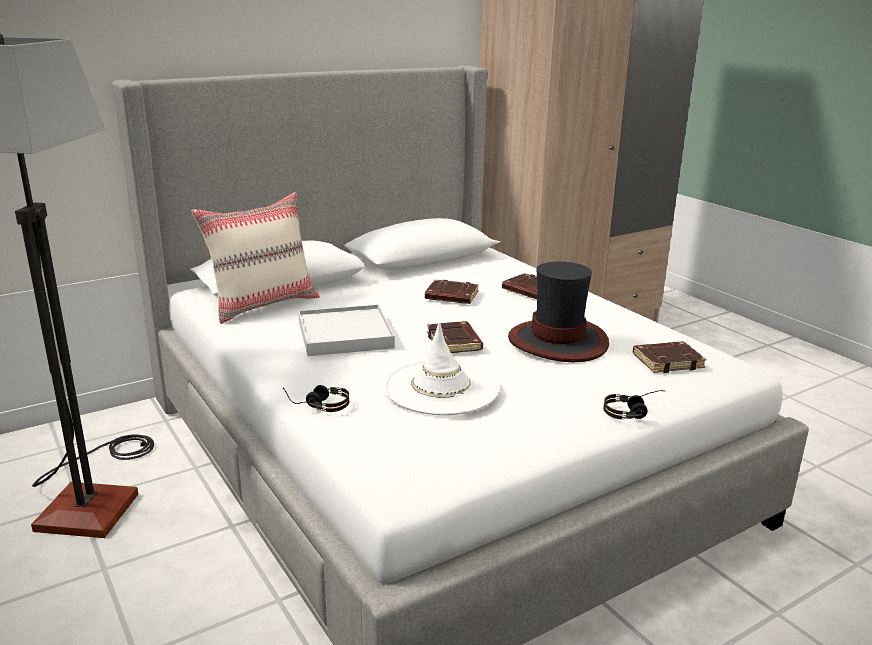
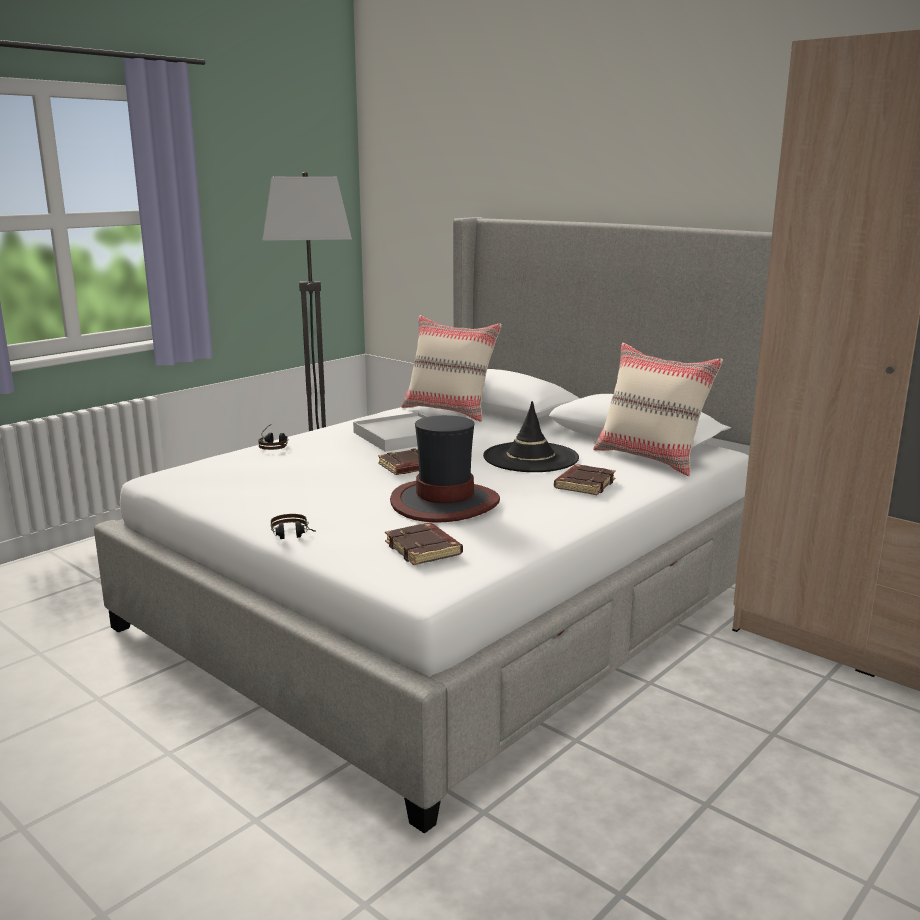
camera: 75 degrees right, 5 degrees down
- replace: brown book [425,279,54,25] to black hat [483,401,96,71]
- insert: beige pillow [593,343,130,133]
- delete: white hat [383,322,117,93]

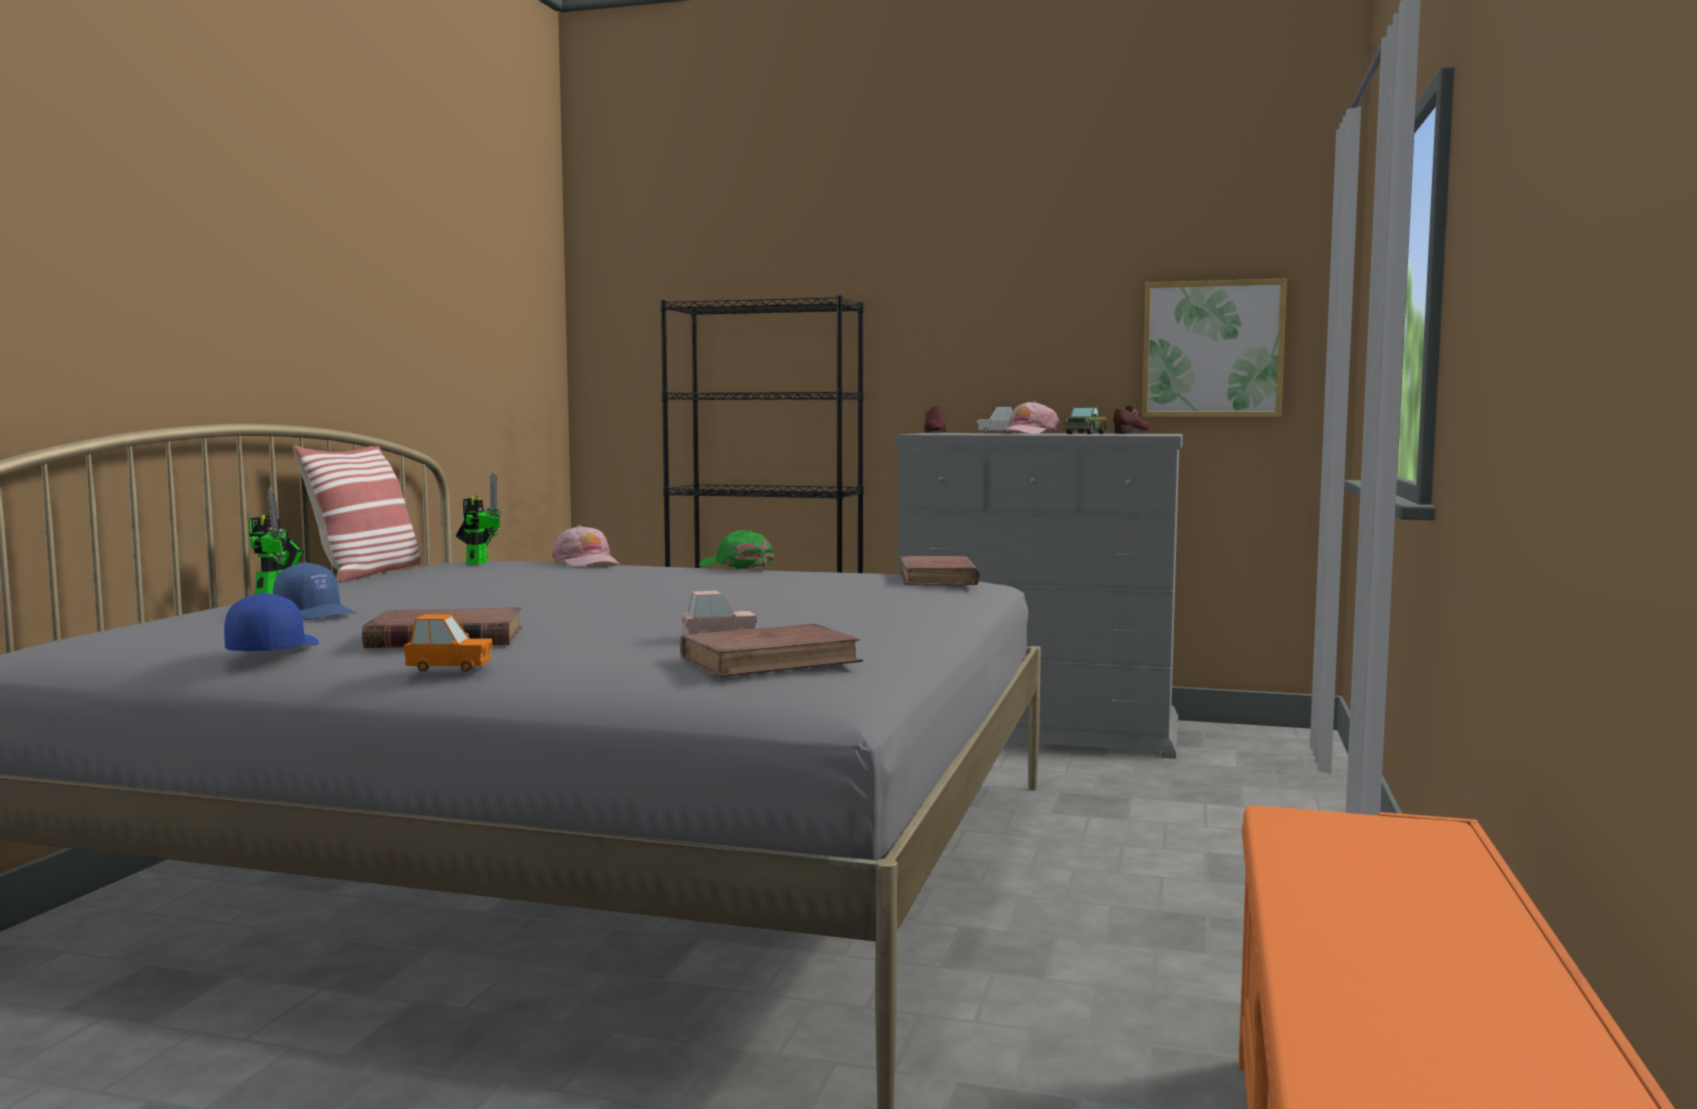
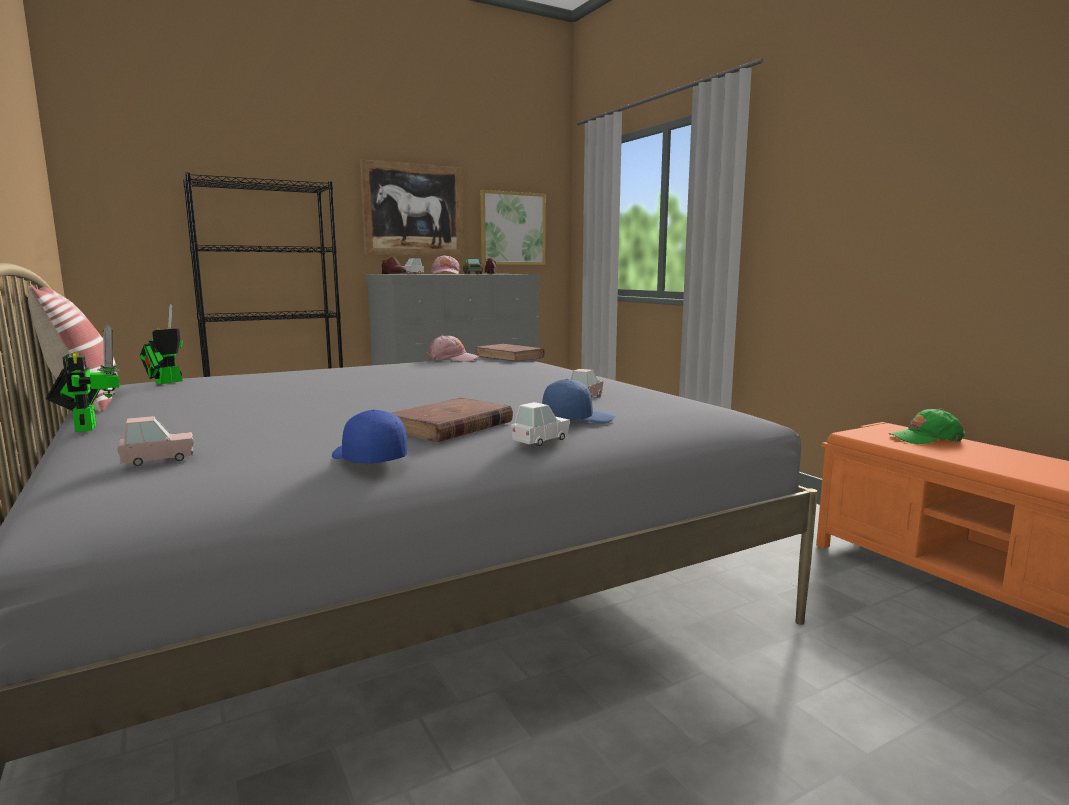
camera: 45 degrees left, 5 degrees up
- insert: pink toy car [117,416,77,50]
- rotate: toy robot [456,472,46,93] = [140,304,43,80] 105 degrees counterclockwise
- insert: picture [360,159,104,97]
- move: pink cap [552,525,68,42] to [427,335,53,27]
- recolor: orange toy car [404,615,89,56] to white toy car [511,402,59,44]
- move: blue cap [273,562,83,58] to [542,379,73,45]
- move: green cap [699,530,75,39] to [889,409,76,35]
- delete: brown book [680,624,183,54]

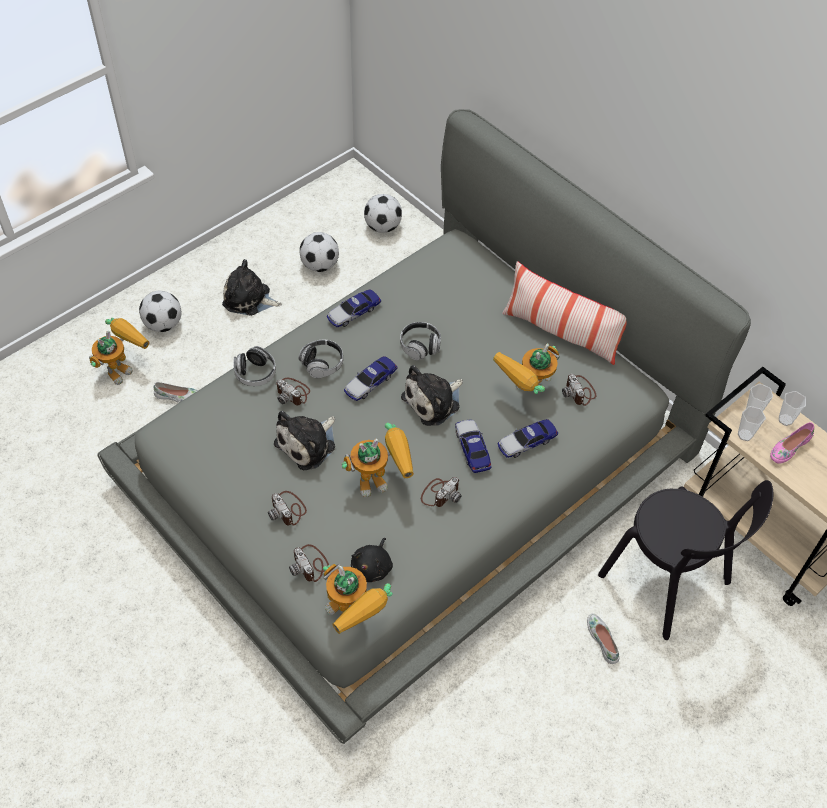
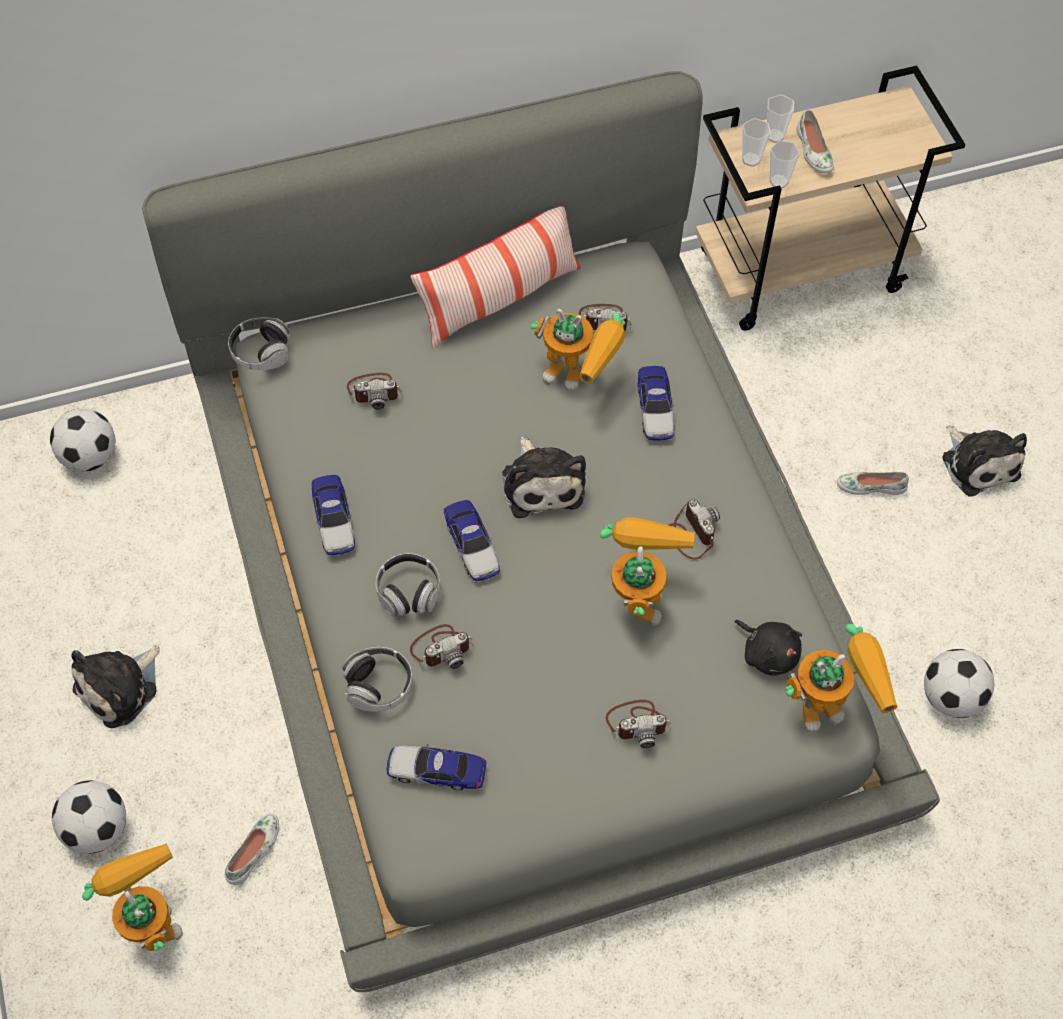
camera: 65 degrees left, 5 degrees up
- move: headphones [400,322,41,39] to [228,317,62,53]
- move: photo camera [289,544,40,38] to [347,373,55,37]
- move: toy car [455,420,36,53] to [387,744,99,46]
- rotate: toy robot [493,343,67,51] = [530,309,95,83] 45 degrees counterclockwise
- recolor: pink shoe [770,422,44,42] to white shoe [796,110,38,63]
- move: football [299,232,40,40] to [924,649,70,69]
- move: plush toy [274,411,61,59] to [942,425,85,72]
- delete: black chair [598,480,175,160]

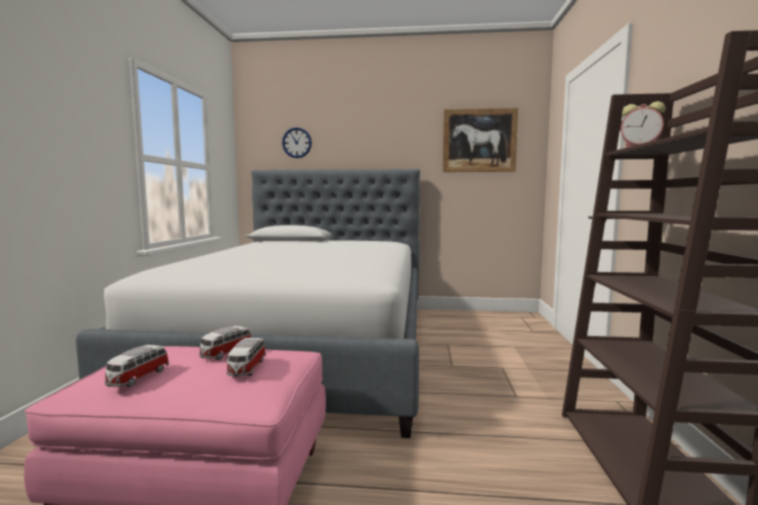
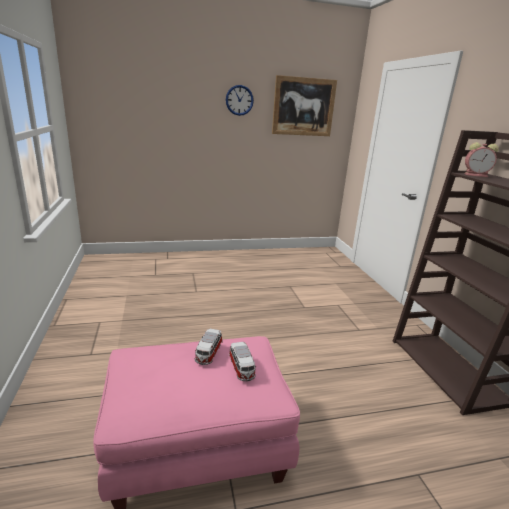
camera: 20 degrees left, 15 degrees up
- move: wall clock [282,127,30,31] to [226,85,28,31]
- delete: bed [76,169,344,269]
- delete: toy car [105,345,64,42]

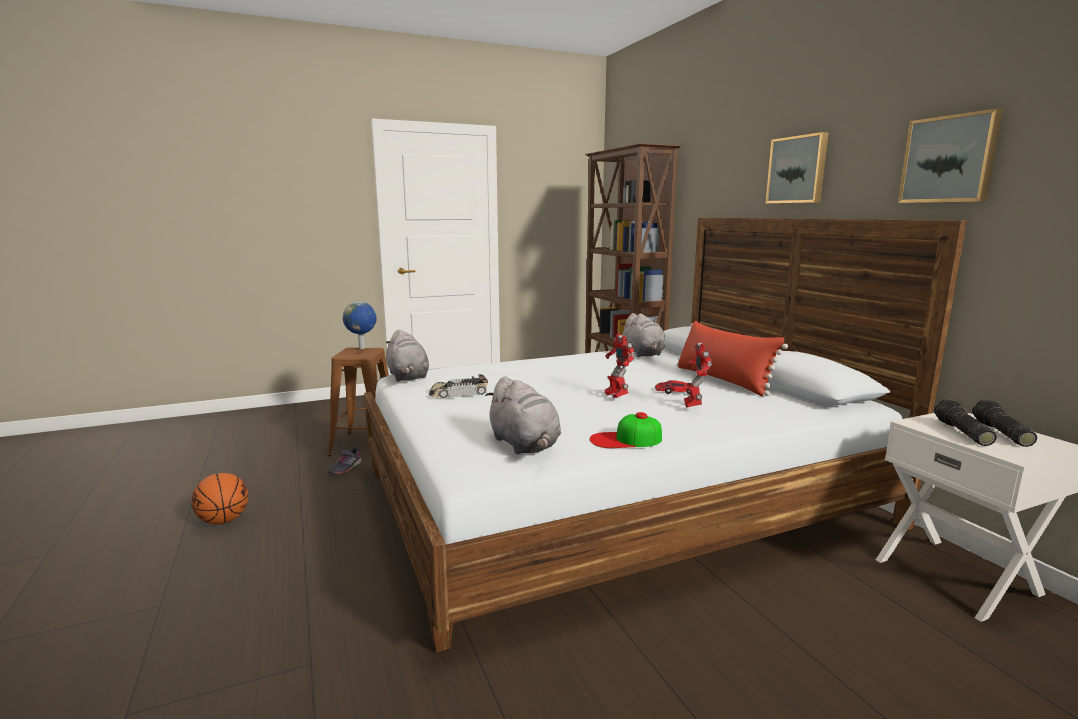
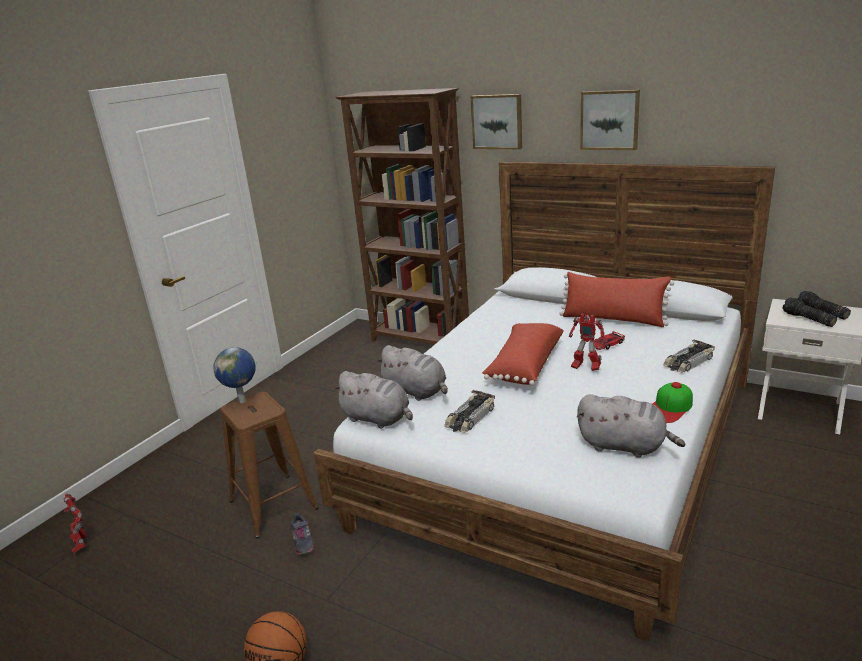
camera: 35 degrees left, 10 degrees up
- move: toy robot [684,341,28,66] to [64,494,22,59]
- move: grey plush toy [621,313,45,44] to [375,345,73,56]
- move: picture [898,109,105,94] to [471,94,51,55]
- insert: red pillow [482,323,82,63]
- insert: toy car [663,339,52,34]

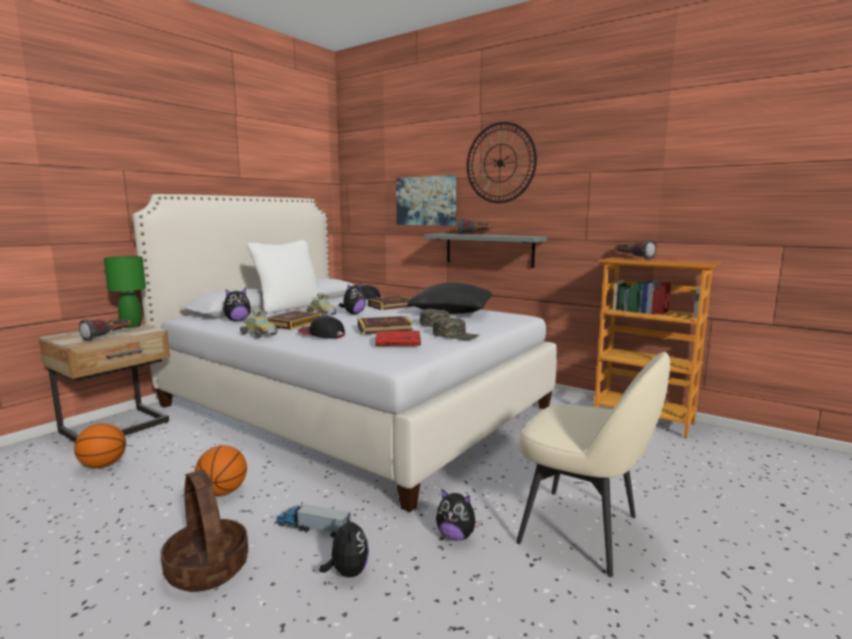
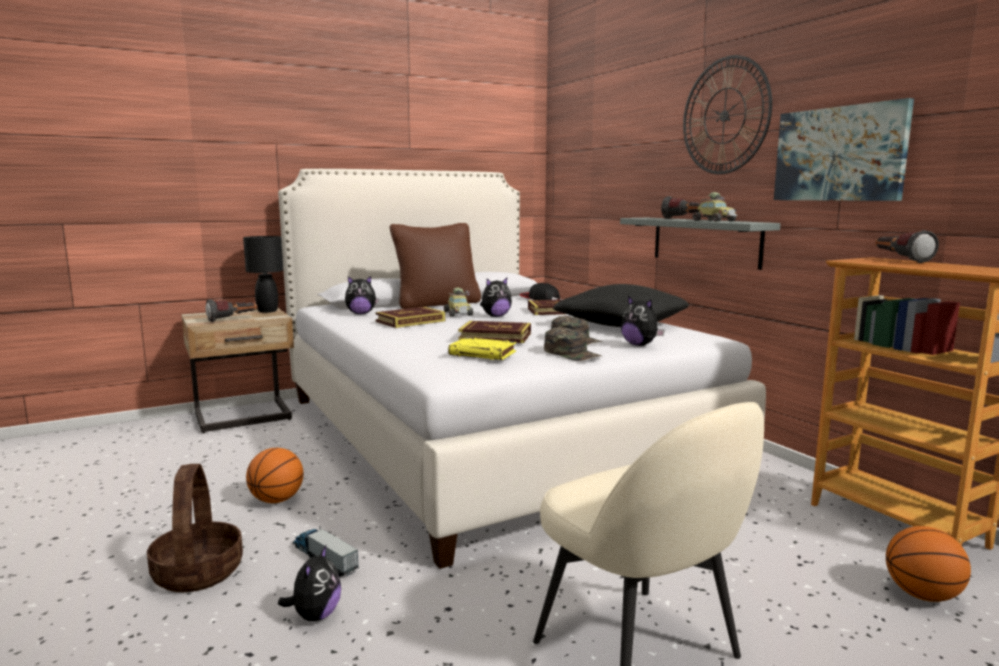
camera: 25 degrees right, 0 degrees up
- recolor: green table lamp [104,256,42,72] to black table lamp [243,236,40,77]
- recolor: white pillow [247,240,75,74] to brown pillow [390,223,91,86]
- recolor: red book [375,330,46,16] to yellow book [448,337,68,23]
- move: plush toy [436,489,46,52] to [621,296,44,50]
- move: toy car [240,309,37,29] to [692,192,46,30]
- move: picture [396,175,60,51] to [774,98,140,103]
- move: basketball [74,423,52,45] to [886,526,85,76]
- delete: cap [298,316,47,23]

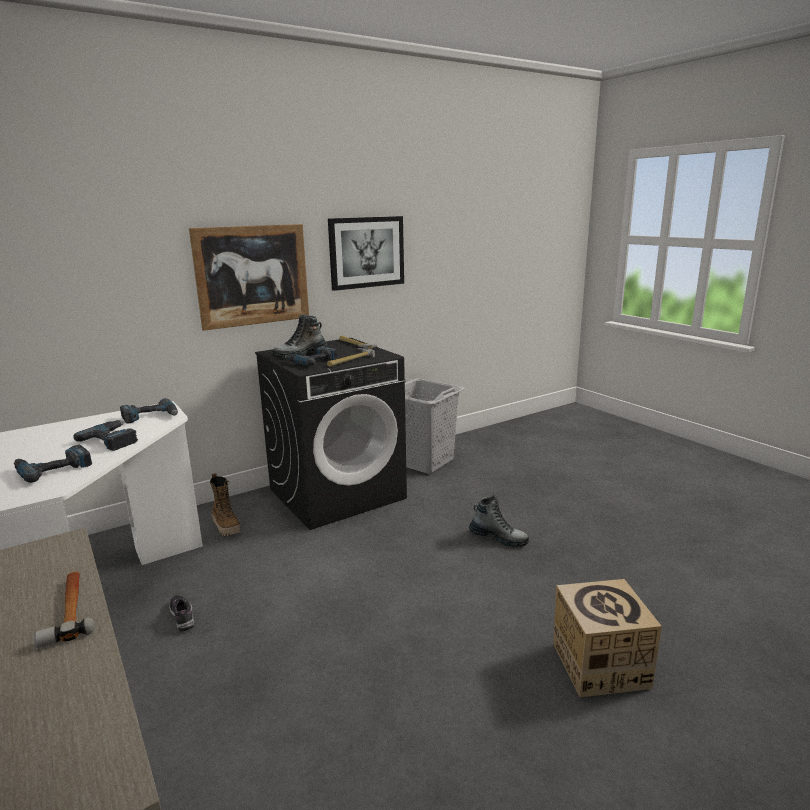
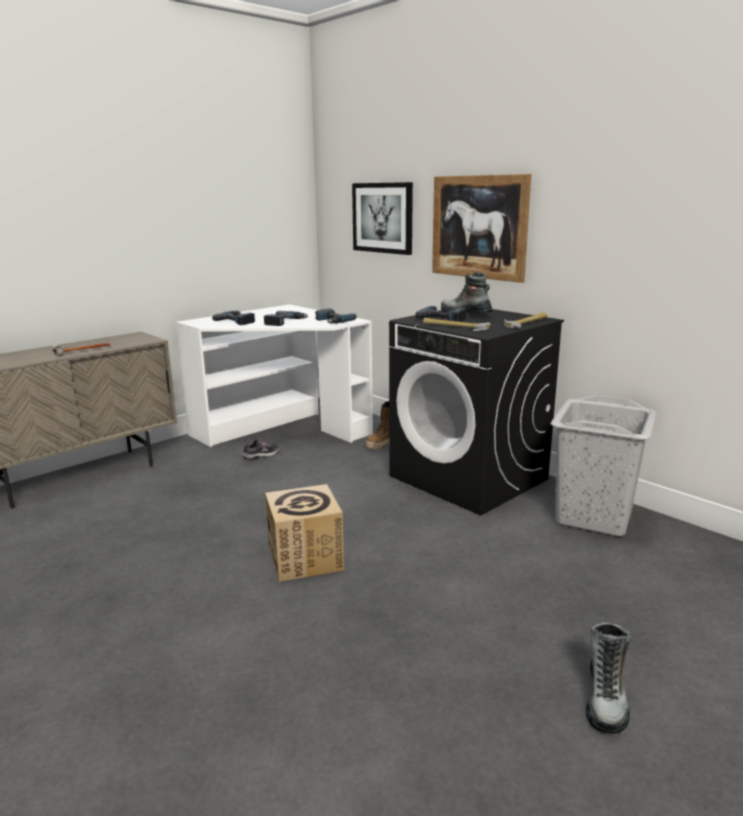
camera: 80 degrees right, 0 degrees up
- move: cardboard box [553,579,109,119] to [265,484,79,98]
- move: picture [328,216,76,75] to [352,182,61,73]
- move: boot [469,495,60,53] to [586,622,45,112]

